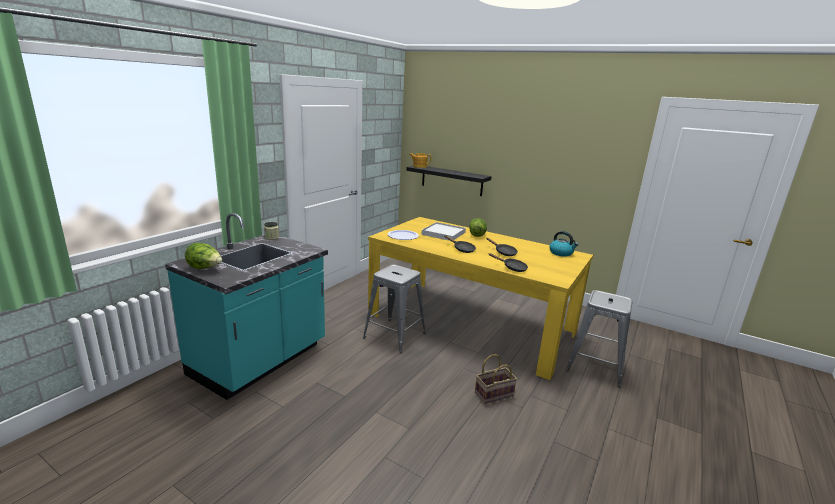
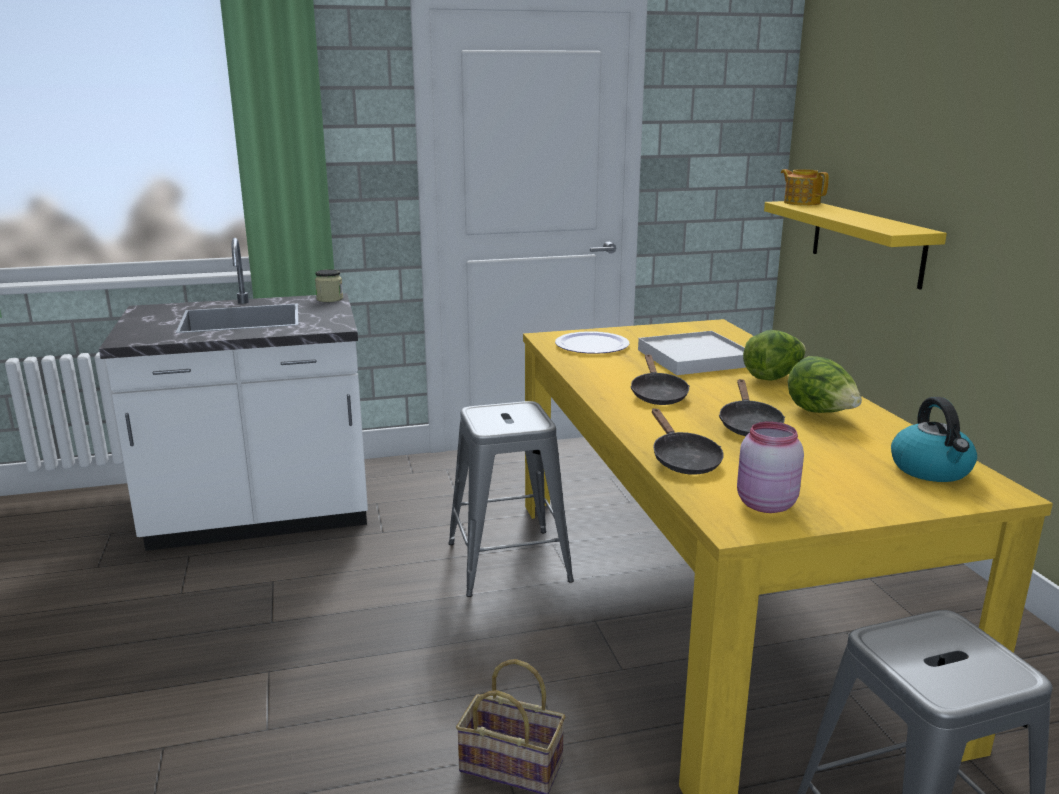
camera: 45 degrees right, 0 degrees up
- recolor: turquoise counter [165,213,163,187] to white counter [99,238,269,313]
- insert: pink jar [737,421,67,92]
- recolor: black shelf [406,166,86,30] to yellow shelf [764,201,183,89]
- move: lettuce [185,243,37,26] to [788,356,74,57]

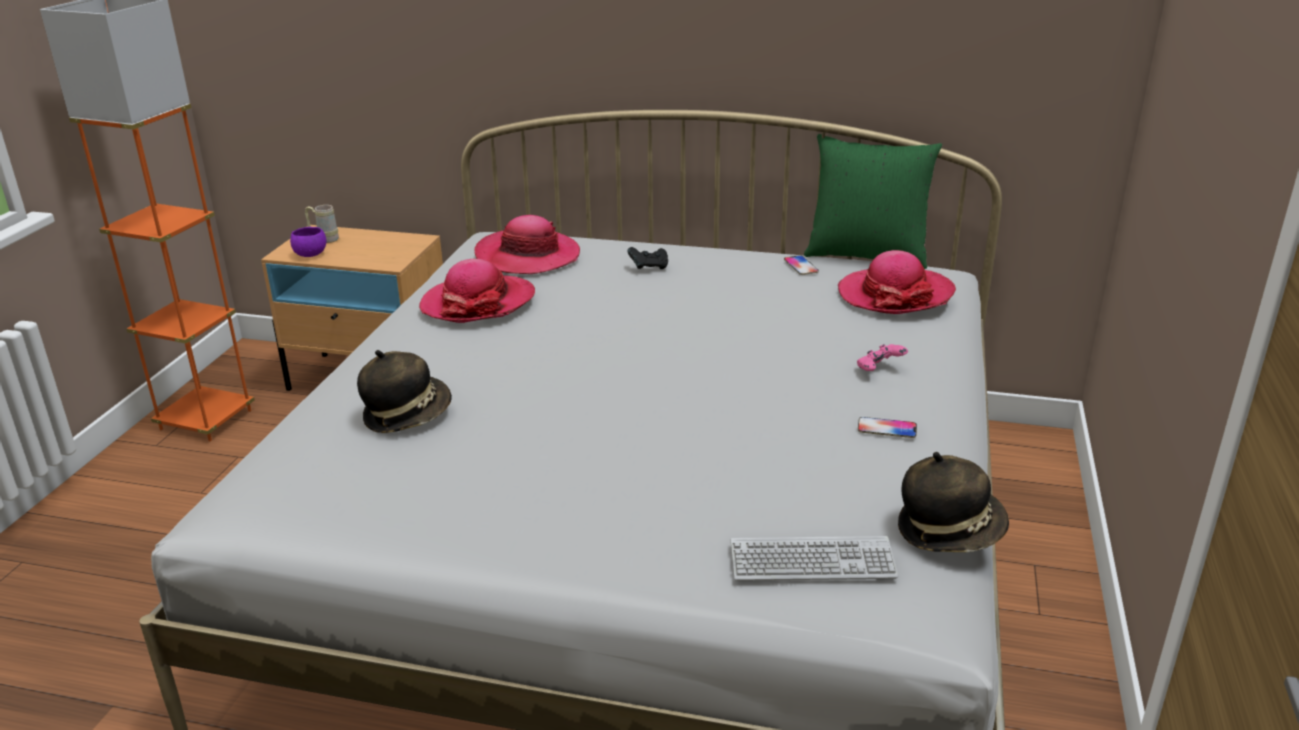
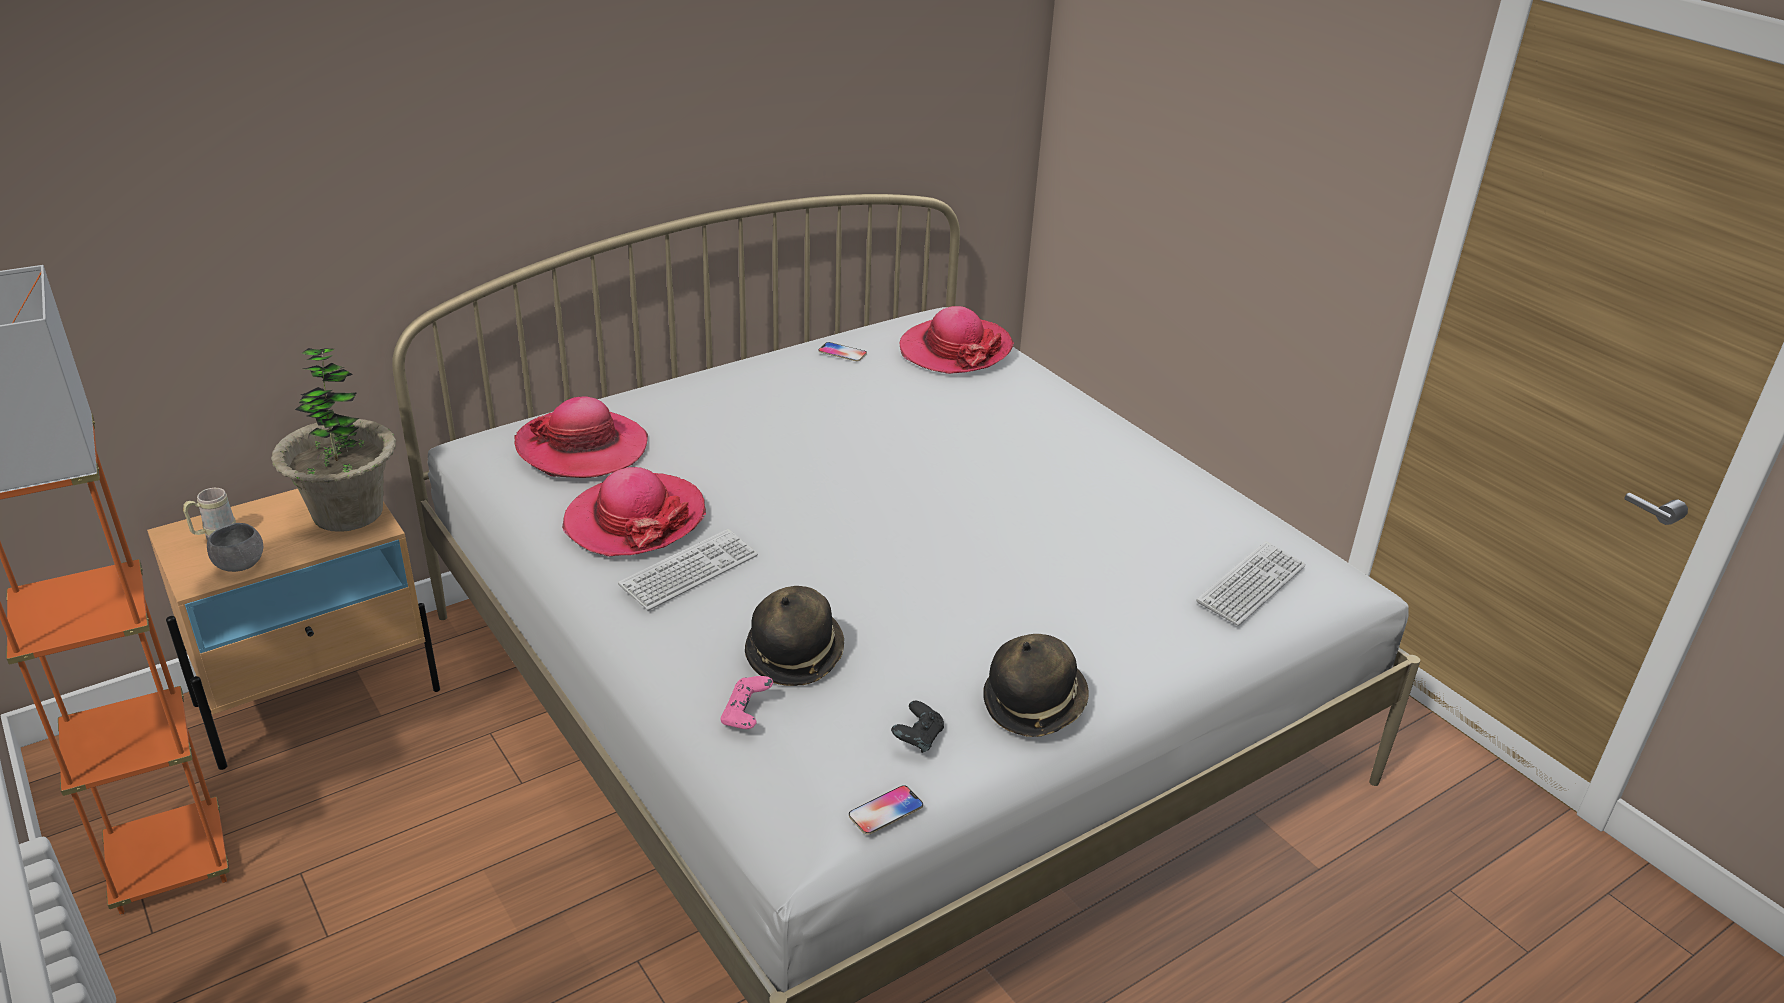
camera: 50 degrees left, 5 degrees up
- recolor: purple bowl [290,227,37,30] to grey bowl [207,523,56,49]
- insert: potted plant [271,348,125,184]
- insert: keyboard [618,529,140,81]
- move: pink game controller [857,344,51,27] to [720,676,53,53]
- move: phone [858,417,59,21] to [849,785,74,50]
- move: black game controller [628,247,40,22] to [891,701,53,52]
- move: hat [898,452,111,100] to [983,634,106,103]
- delete: green pillow [804,134,138,135]

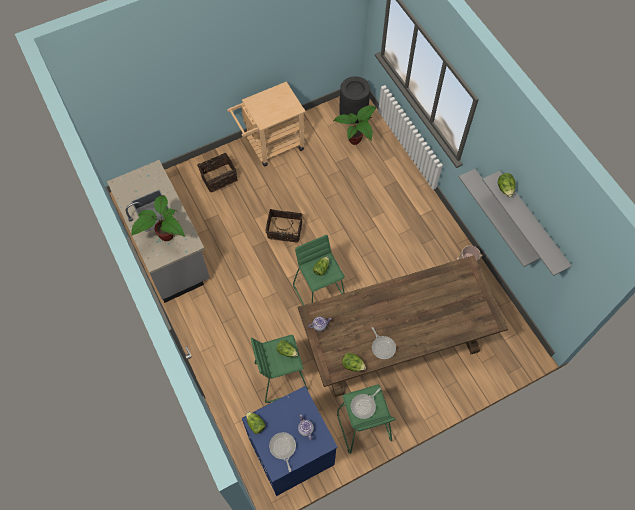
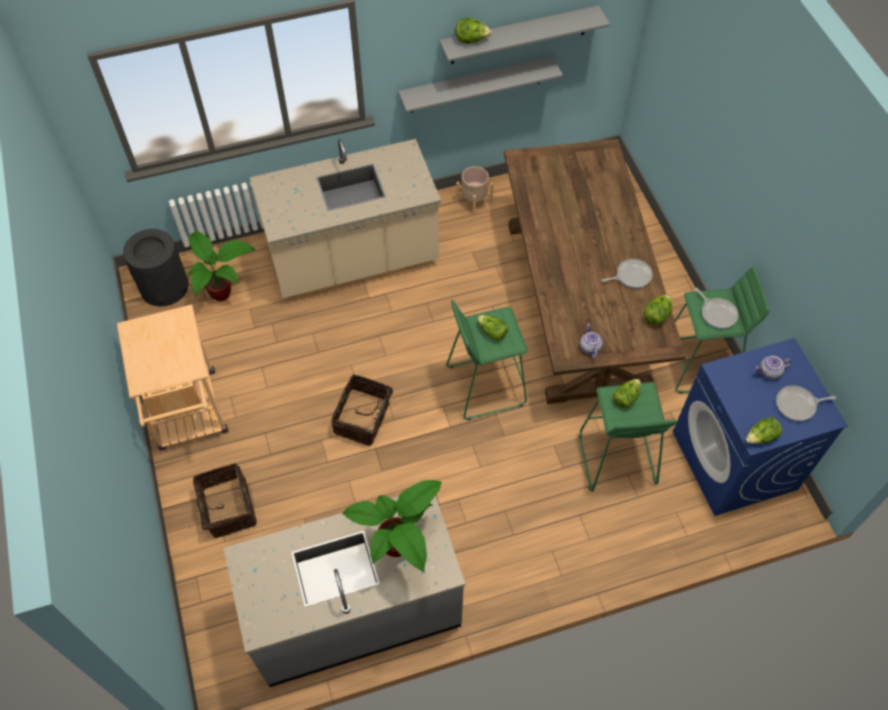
camera: 80 degrees left, 5 degrees down
- insert: beige counter [250,139,191,159]

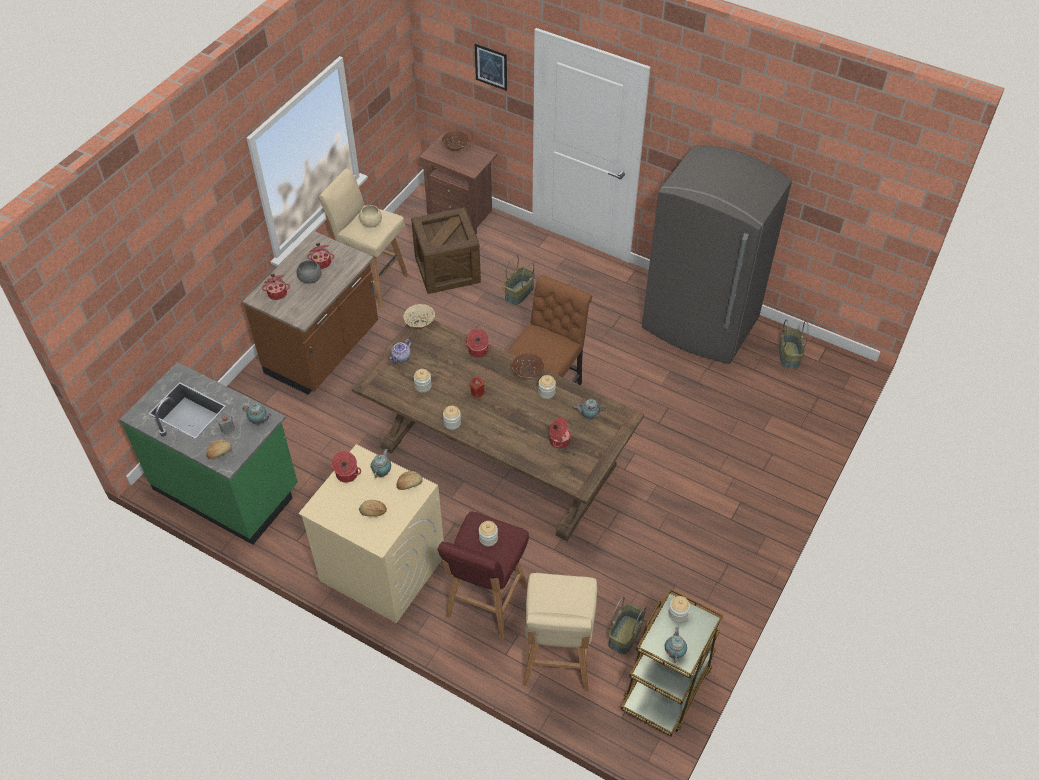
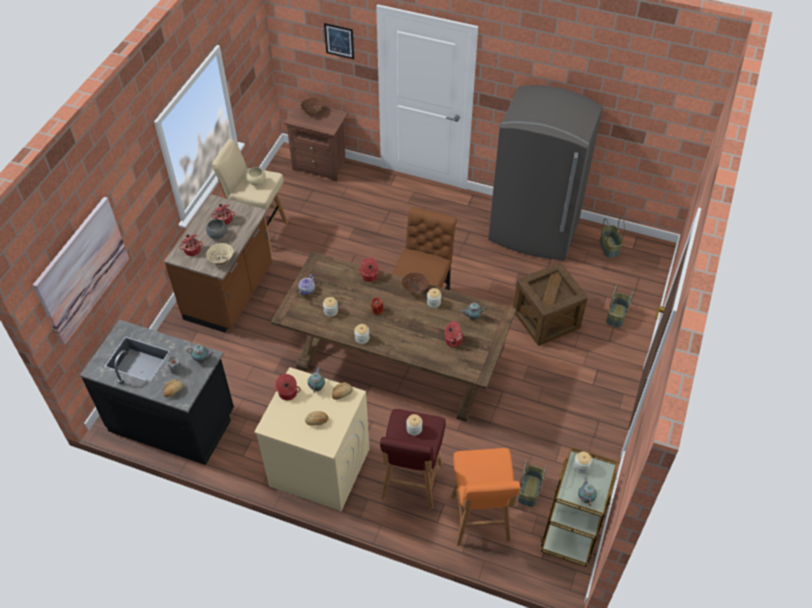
camera: 10 degrees left, 0 degrees up
- insert: picture [33,197,96,148]
- recolor: green counter [119,362,179,183] to black counter [80,319,154,146]
- move: beige bowl [403,304,32,25] to [206,243,28,22]
- recolor: beige stool [523,573,74,119] to orange stool [451,448,69,98]
- move: crate [411,208,70,86] to [513,263,75,83]
- move: basket [504,255,31,50] to [606,284,28,44]

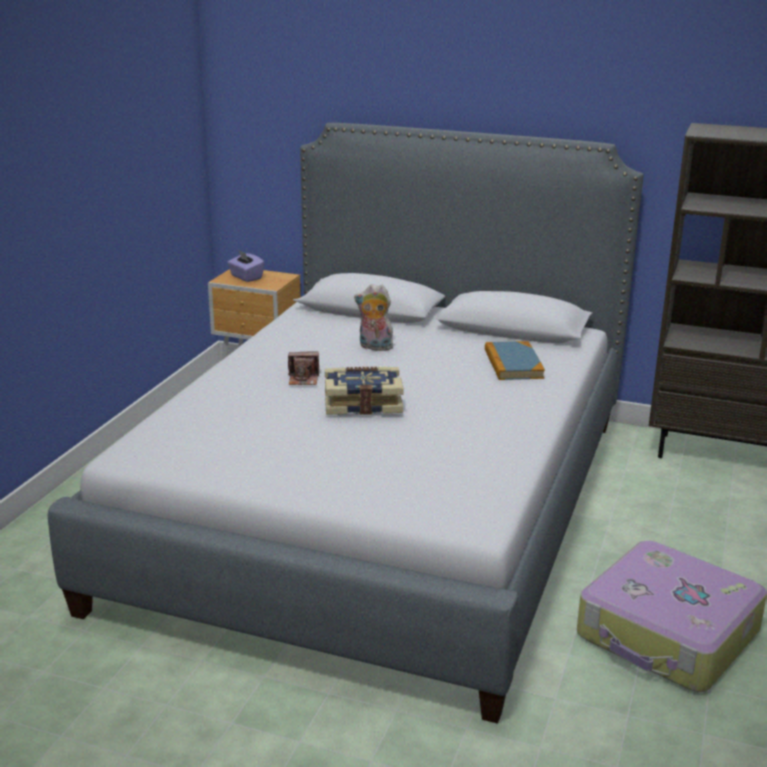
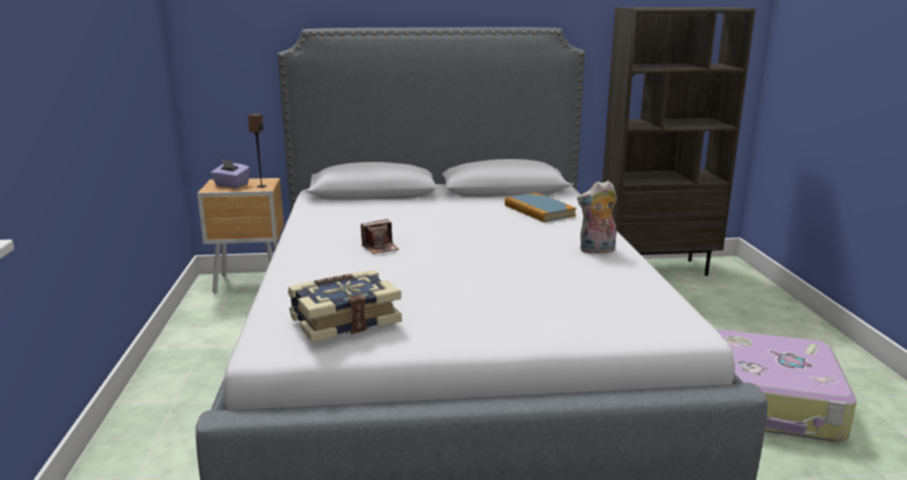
camera: 25 degrees left, 5 degrees down
- insert: speaker [248,114,18,74]
- move: book [325,367,79,48] to [288,270,114,73]
- move: plush toy [354,284,43,67] to [577,180,40,74]

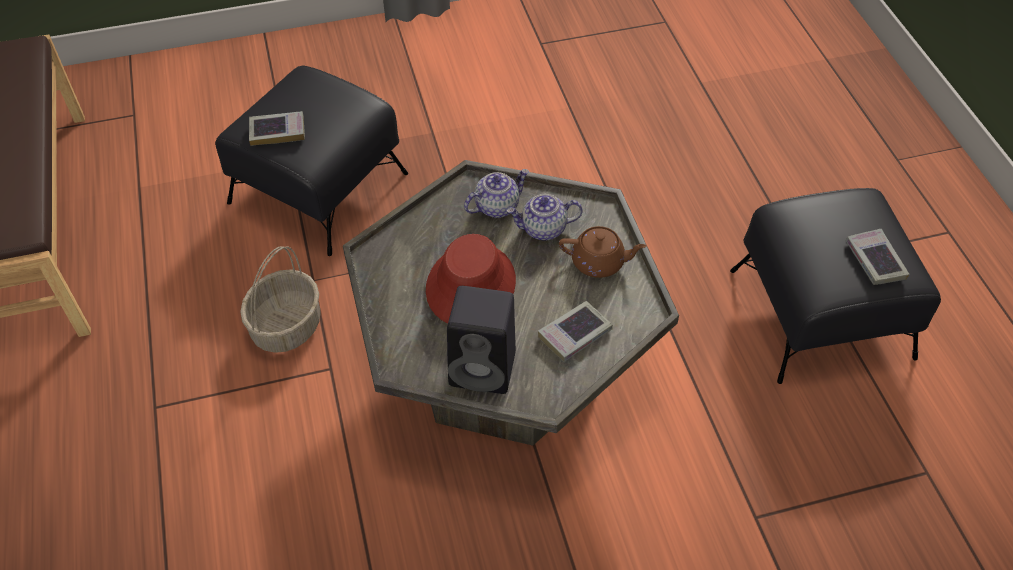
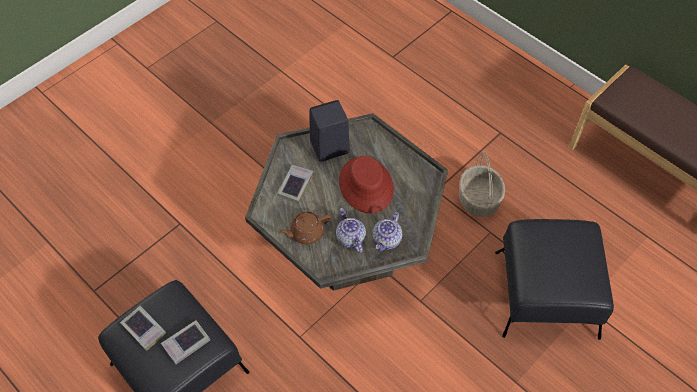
camera: 150 degrees right, 5 degrees up
- move: book [249,111,56,35] to [161,320,49,44]
- rotate: teapot [507,194,76,47] = [336,208,30,45] 75 degrees counterclockwise

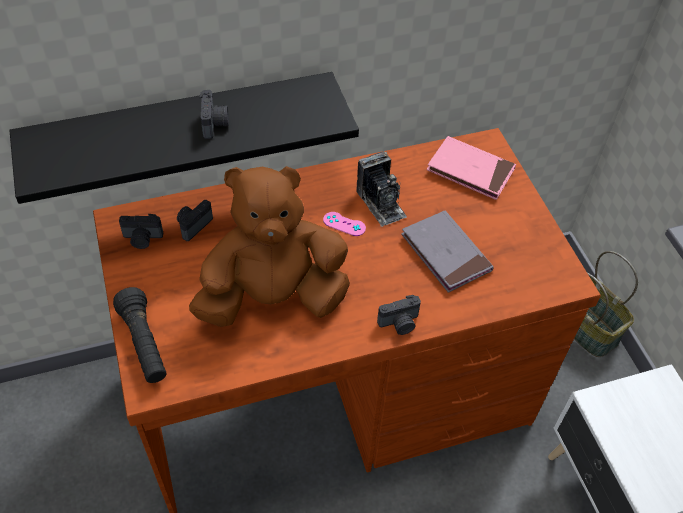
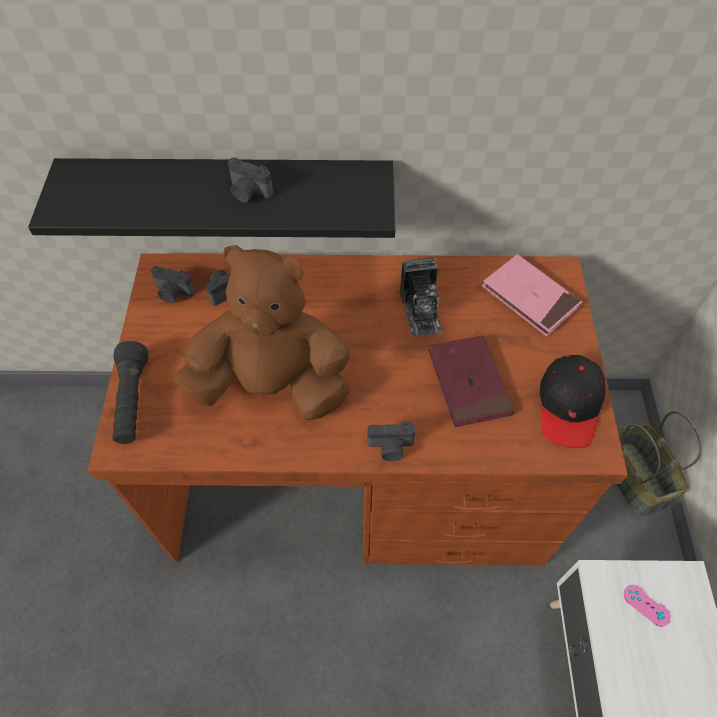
camera: 20 degrees right, 5 degrees up
- rotate: photo camera [200,90,29,49] = [228,157,45,46] 105 degrees clockwise
- recolor: grey book [401,211,93,82] to red book [428,335,86,92]
- insert: black cap [540,355,66,93]
- move: pink game controller [323,212,43,24] to [624,585,47,42]

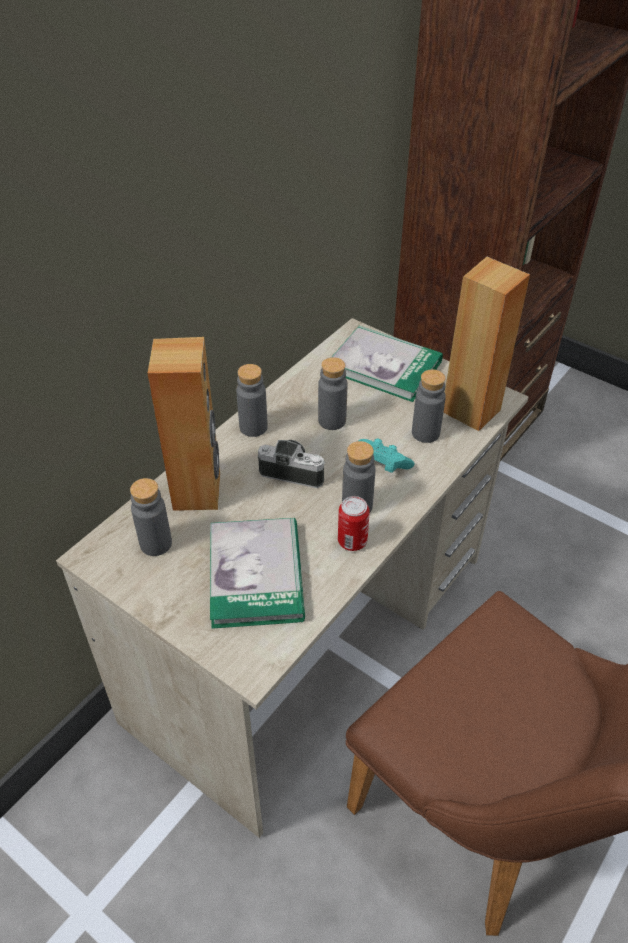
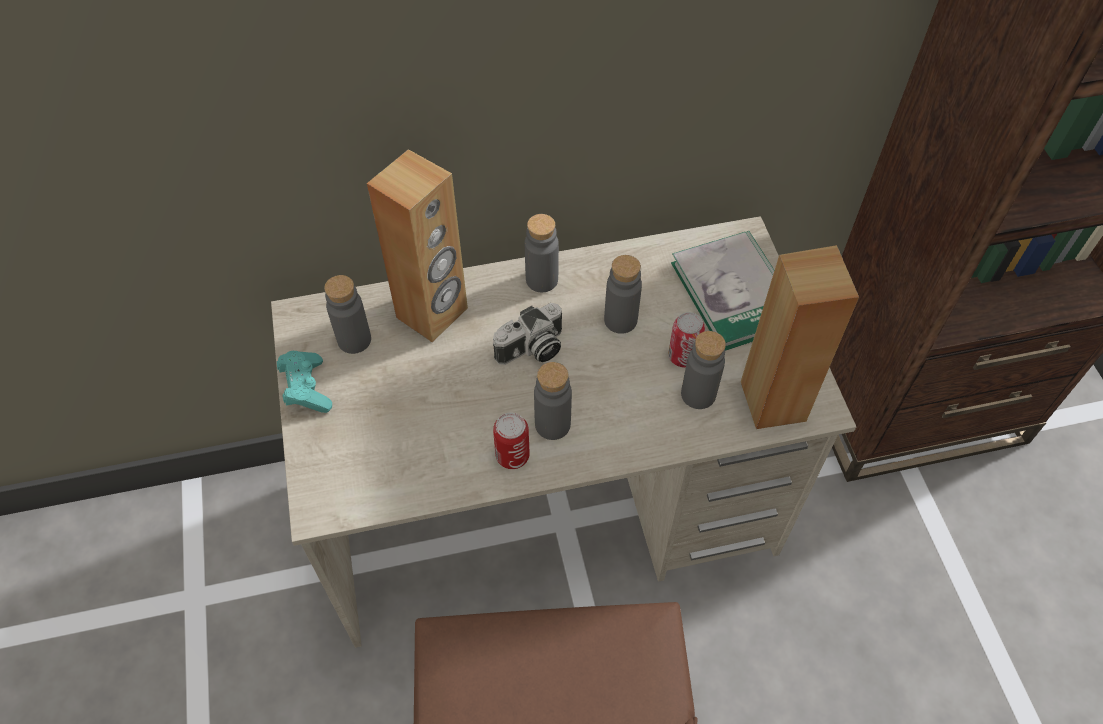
camera: 40 degrees right, 10 degrees up
- move: turquoise game controller [358,439,56,34] to [277,351,55,62]
- rotate: photo camera [258,440,67,48] = [493,303,69,62] 90 degrees clockwise
- insert: can [668,312,37,56]
- delete: book [210,518,95,111]

